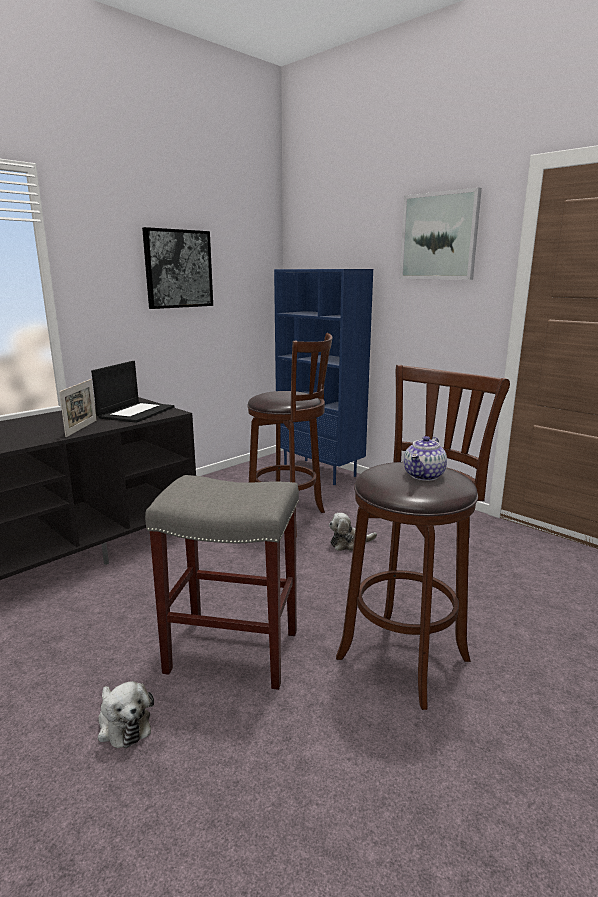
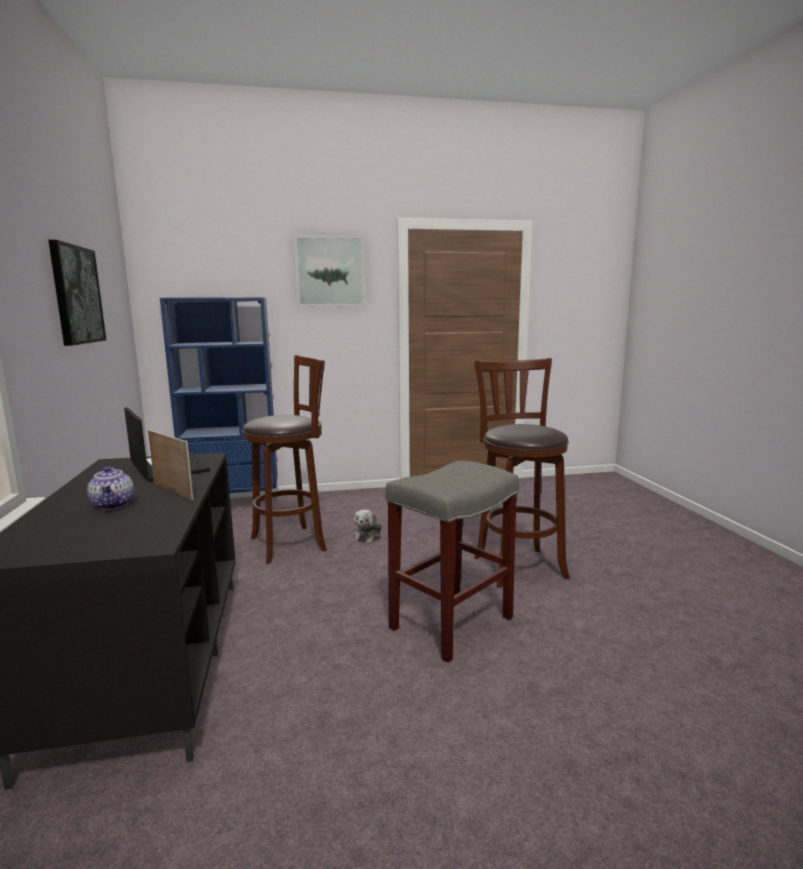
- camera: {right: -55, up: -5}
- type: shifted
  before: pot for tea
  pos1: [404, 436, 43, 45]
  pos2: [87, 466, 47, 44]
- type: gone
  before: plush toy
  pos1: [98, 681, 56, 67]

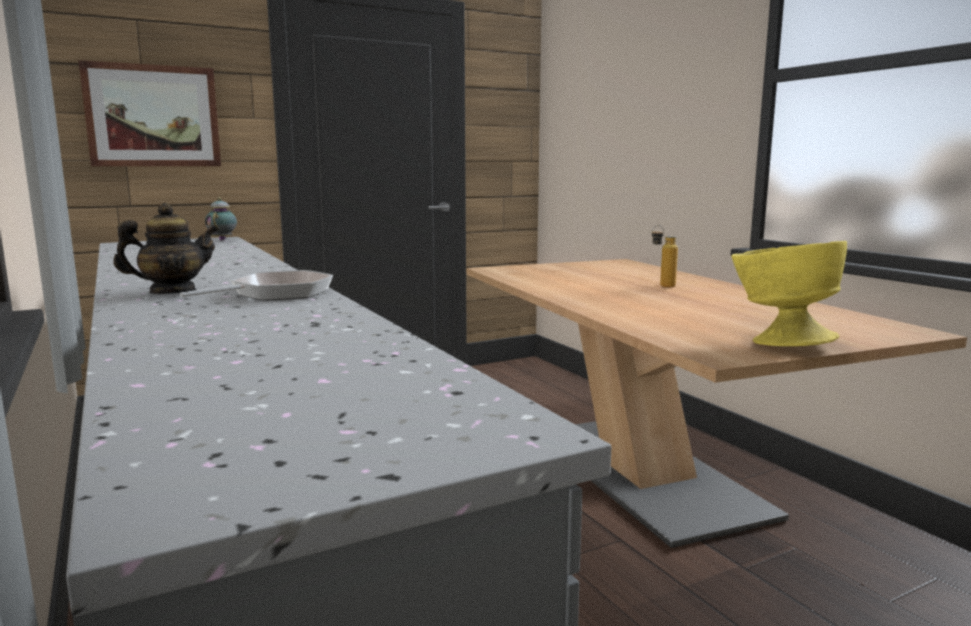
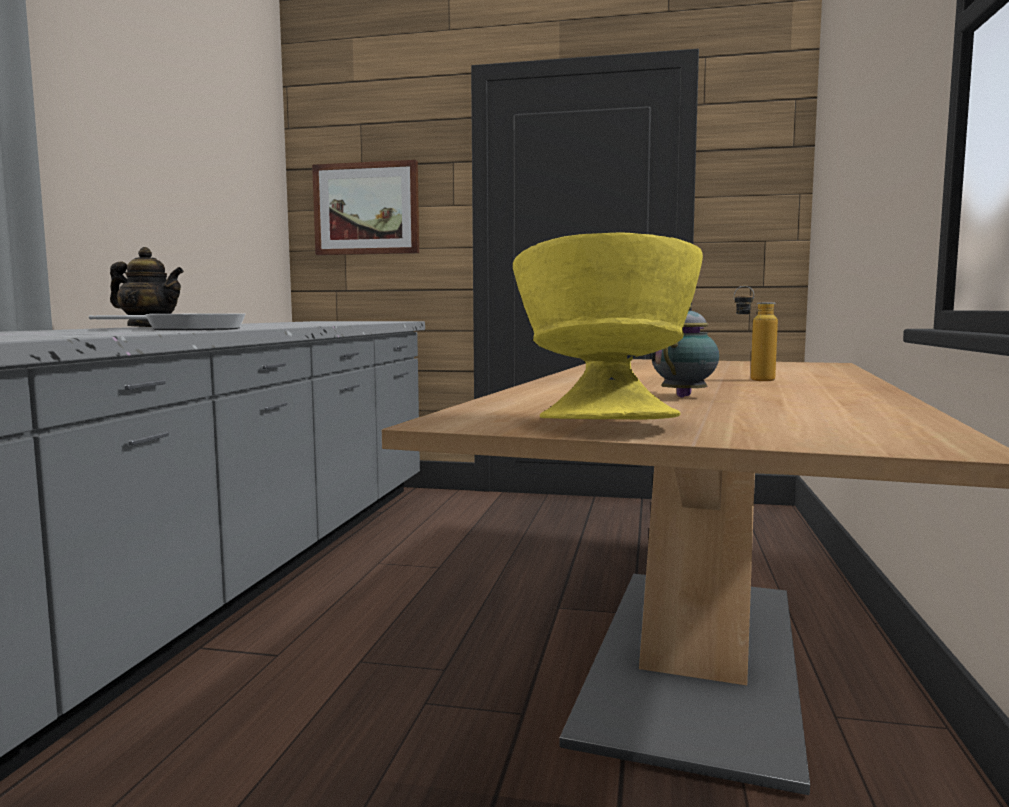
- camera: {right: 40, up: -5}
- type: shifted
  before: pot for tea
  pos1: [205, 198, 32, 43]
  pos2: [651, 305, 68, 93]

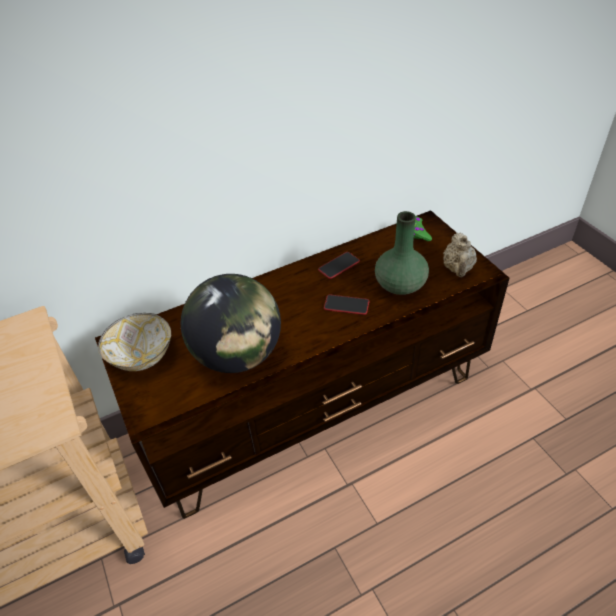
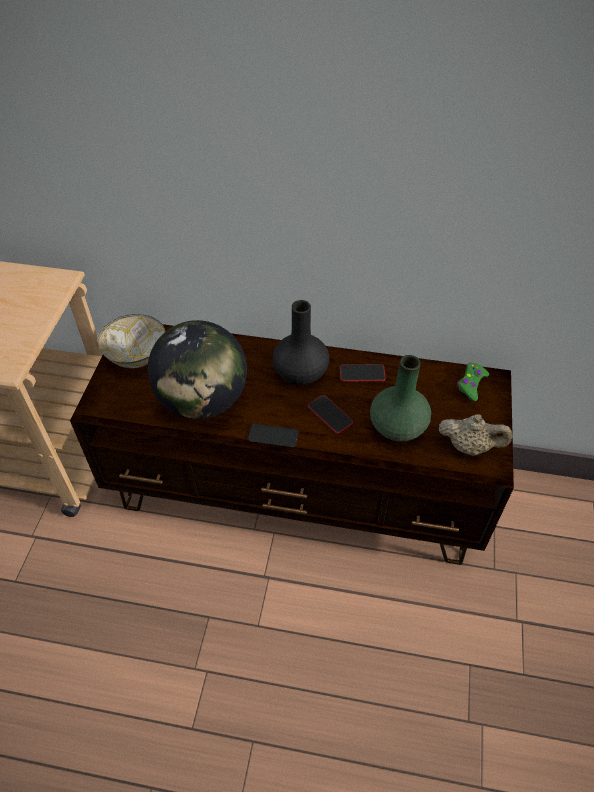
- camera: {right: 35, up: 5}
- type: rotated
  before: sand-coloured pot for tea
  pos1: [443, 233, 34, 44]
  pos2: [439, 414, 73, 42]
  turn: -120
- type: new
  after: black-coloured vase
  pos2: [273, 300, 56, 84]
- type: new
  after: handset
  pos2: [248, 424, 51, 24]

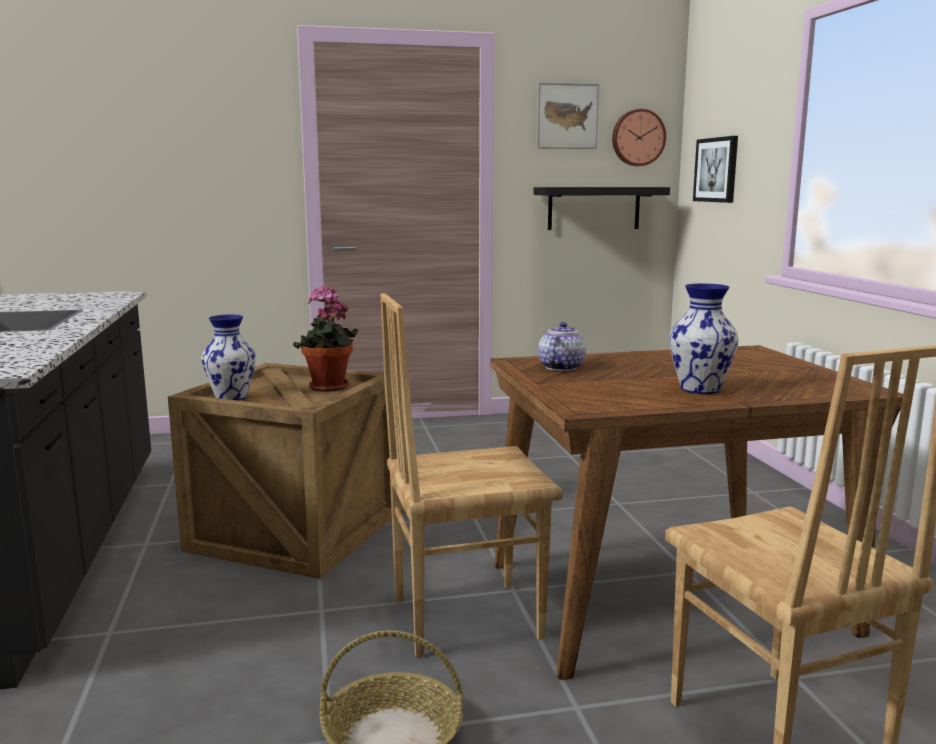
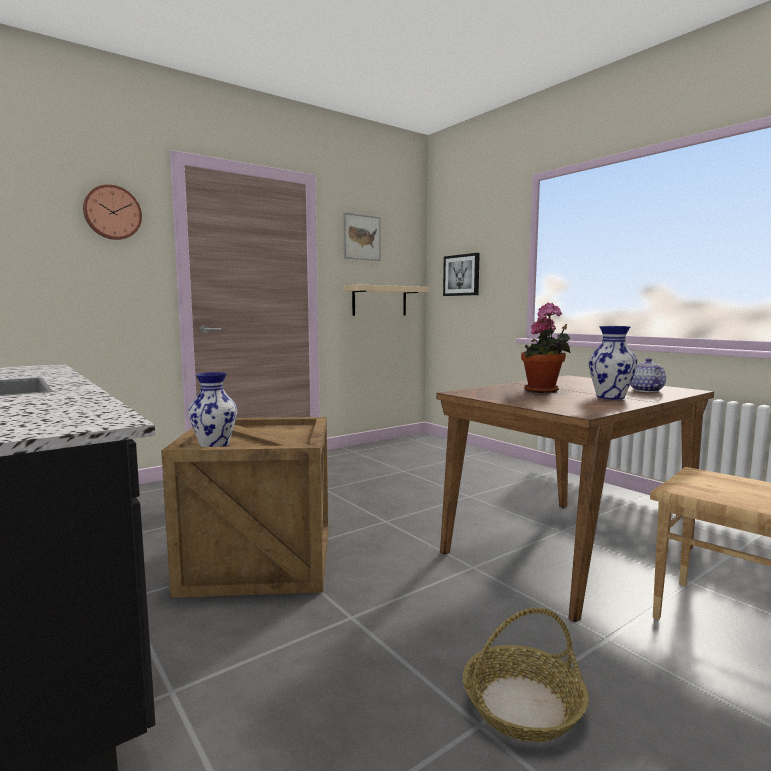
- camera: {right: -25, up: -5}
- type: shifted
  before: hanging clock
  pos1: [612, 109, 54, 57]
  pos2: [83, 184, 59, 56]
- type: repainted
  before: black-coloured wall shelf
  after: sand-coloured wall shelf
  pos1: [534, 187, 136, 43]
  pos2: [343, 285, 86, 31]
- type: shifted
  before: houseplant
  pos1: [293, 285, 65, 107]
  pos2: [521, 303, 49, 90]
- type: gone
  before: brown chair
  pos1: [380, 293, 183, 365]
- type: shifted
  before: pot for tea
  pos1: [538, 322, 48, 49]
  pos2: [630, 358, 36, 34]

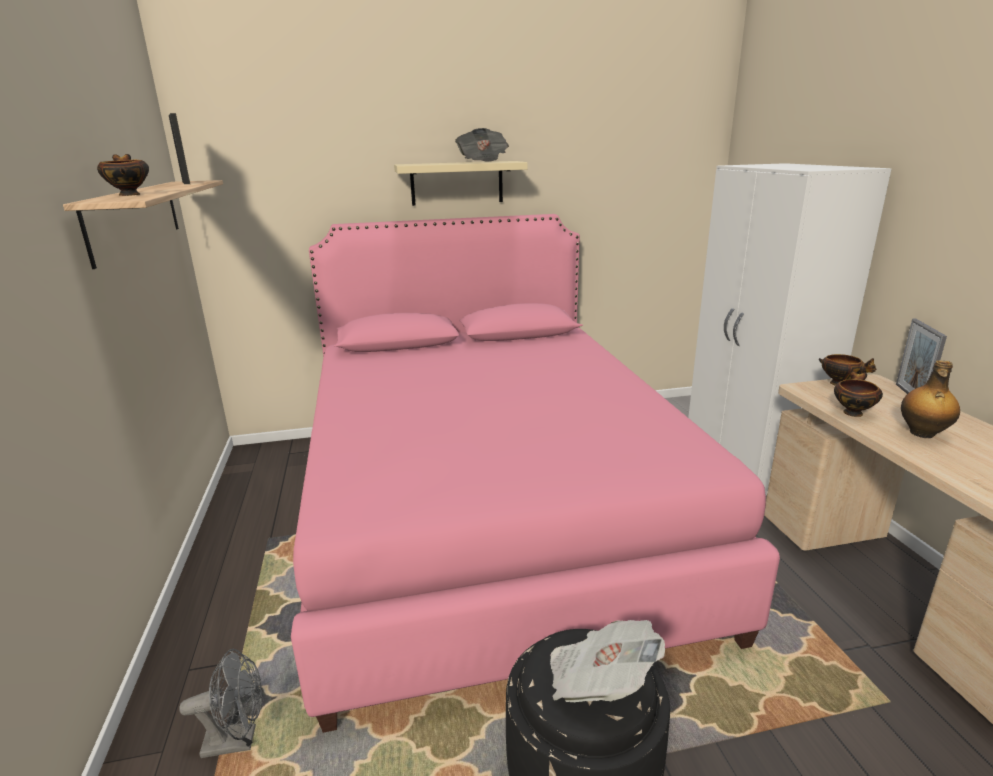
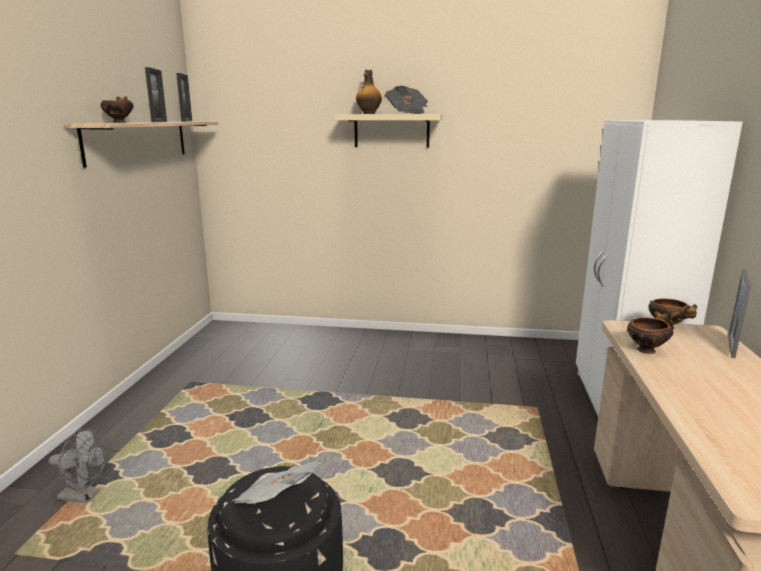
- camera: {right: 20, up: -5}
- type: gone
  before: pink bedroom bed
  pos1: [291, 214, 489, 519]
- type: shifted
  before: drink bottle
  pos1: [901, 360, 59, 78]
  pos2: [356, 70, 26, 44]
- type: new
  after: standing frame
  pos2: [145, 67, 22, 55]

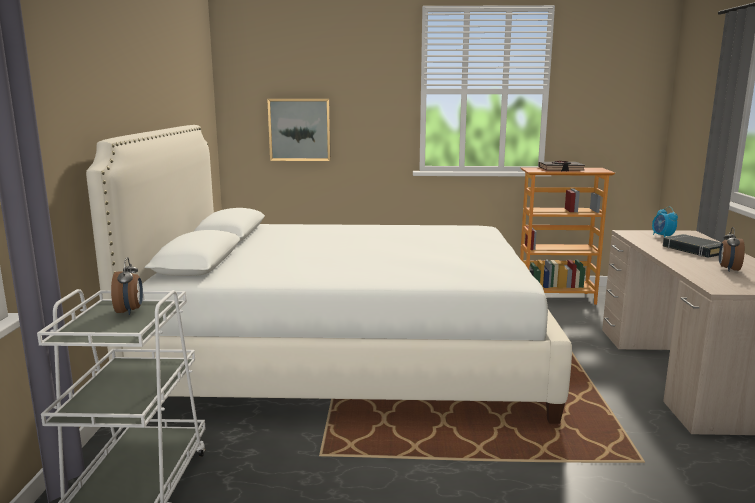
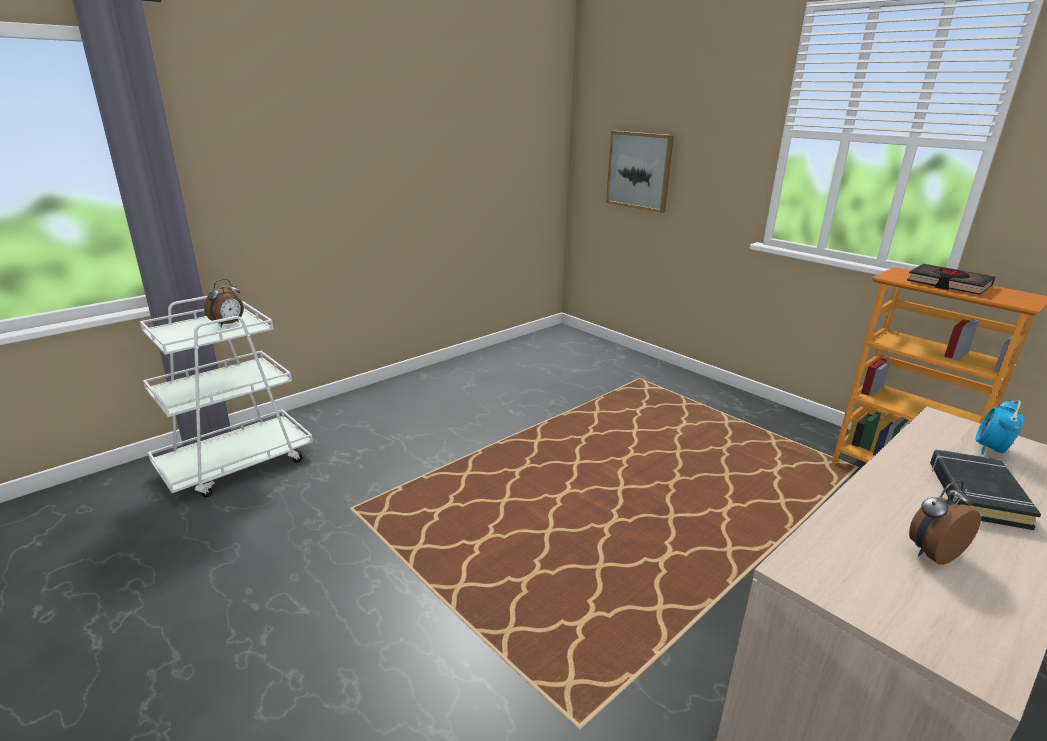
- camera: {right: 45, up: 10}
- type: gone
  before: white-coloured bedroom bed
  pos1: [86, 125, 486, 299]

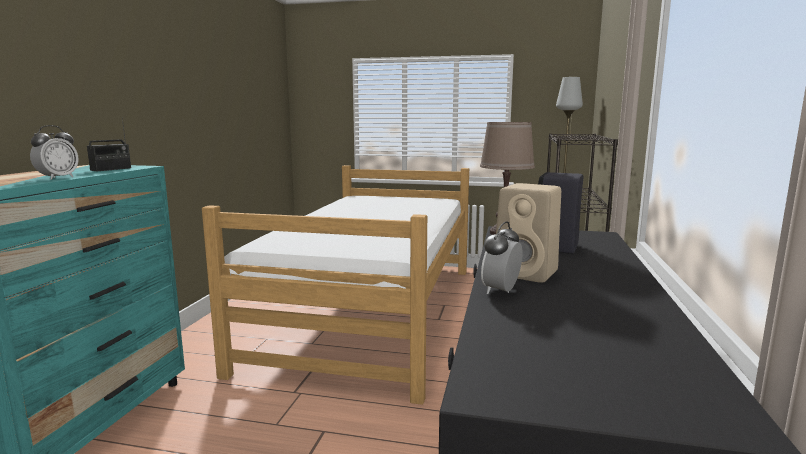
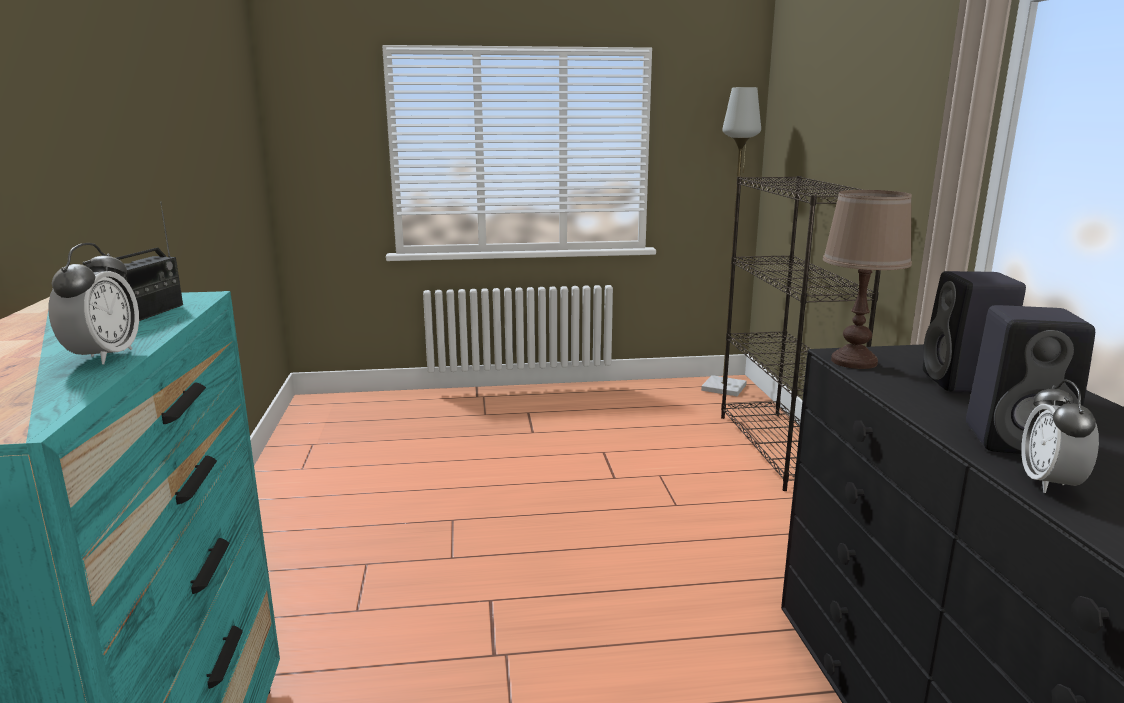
- camera: {right: -20, up: 5}
- type: gone
  before: bedroom bed
  pos1: [202, 165, 267, 240]
- type: repainted
  before: sand-coloured loudspeaker
  after: black-coloured loudspeaker
  pos1: [496, 183, 65, 100]
  pos2: [966, 305, 129, 149]

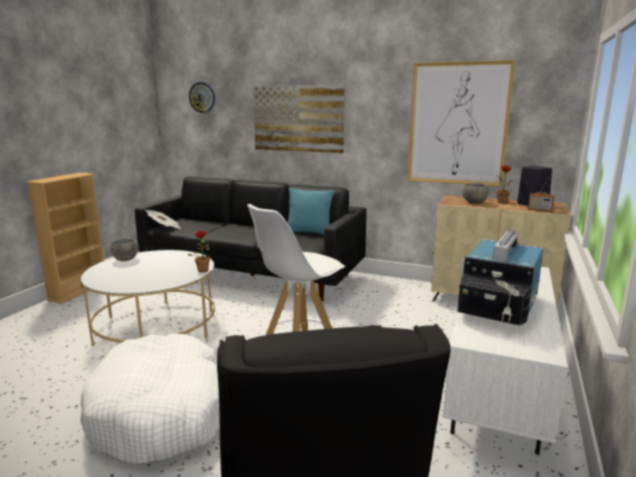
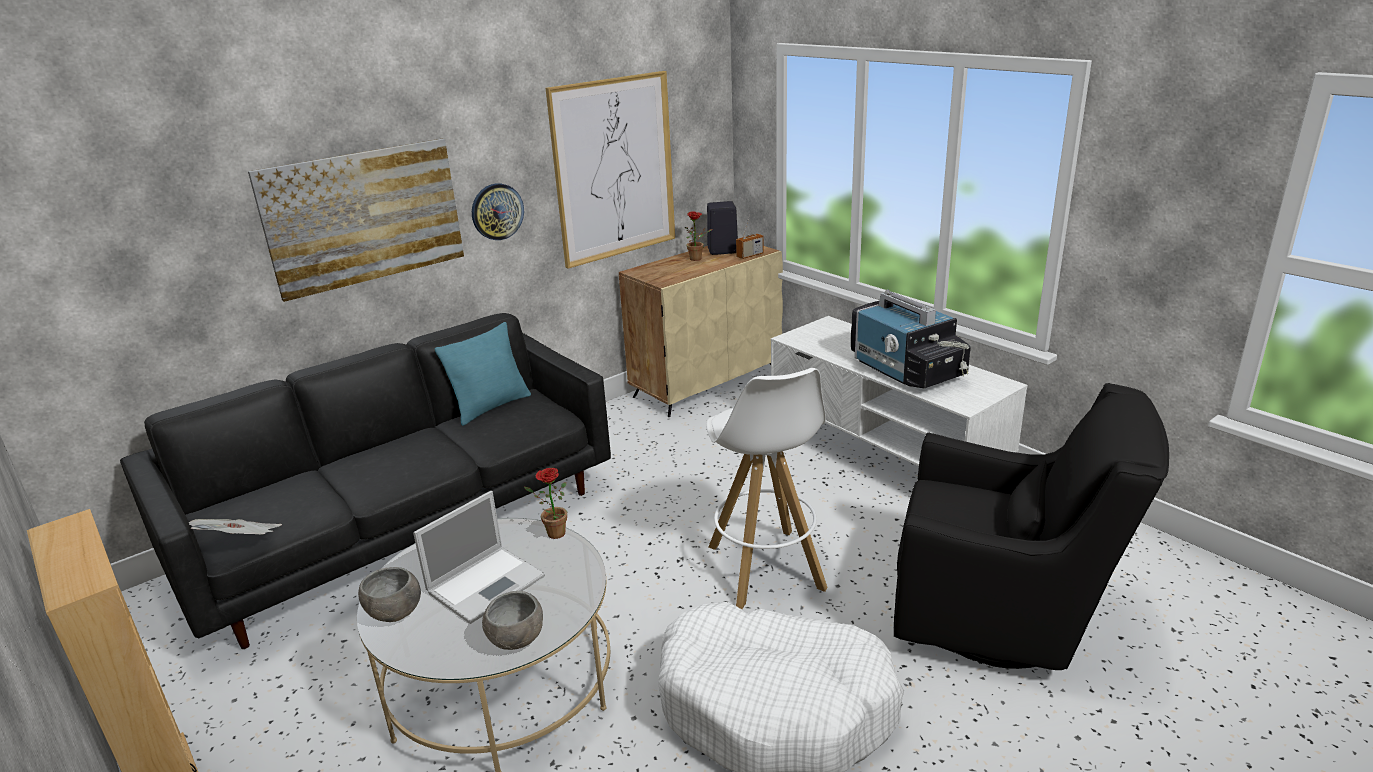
- camera: {right: -60, up: 10}
- type: shifted
  before: hanging clock
  pos1: [189, 82, 26, 31]
  pos2: [472, 183, 52, 57]
- type: shifted
  before: grey deep dish
  pos1: [462, 183, 27, 21]
  pos2: [482, 591, 61, 59]
- type: new
  after: notebook computer
  pos2: [413, 491, 132, 133]

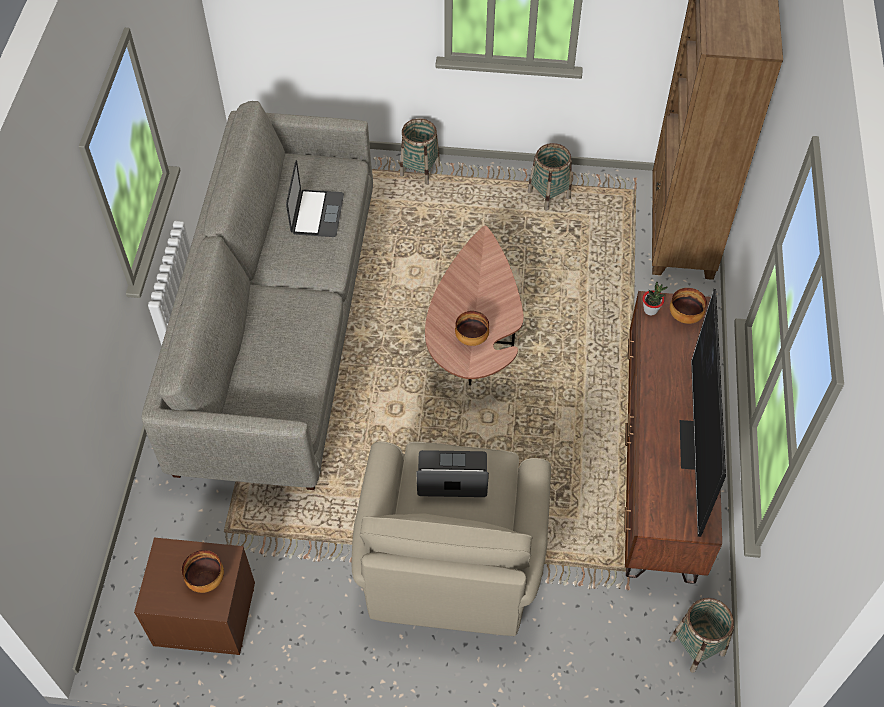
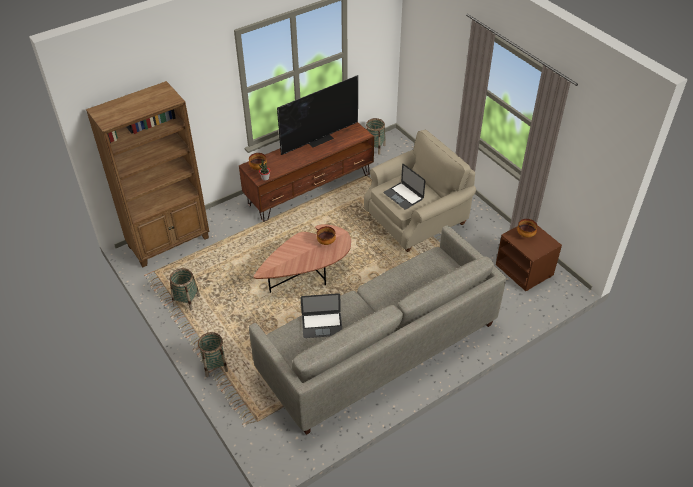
- camera: {right: -130, up: -10}
- type: rotated
  before: notebook computer
  pos1: [286, 160, 58, 77]
  pos2: [301, 293, 41, 45]
  turn: -150

